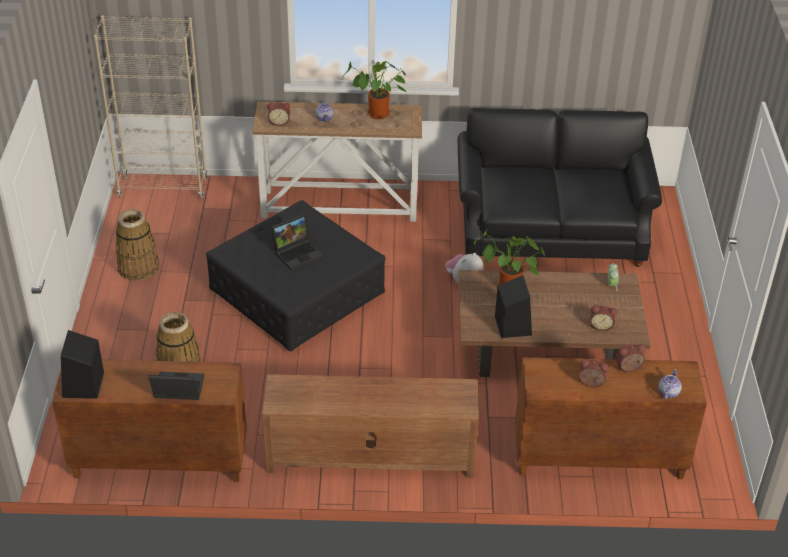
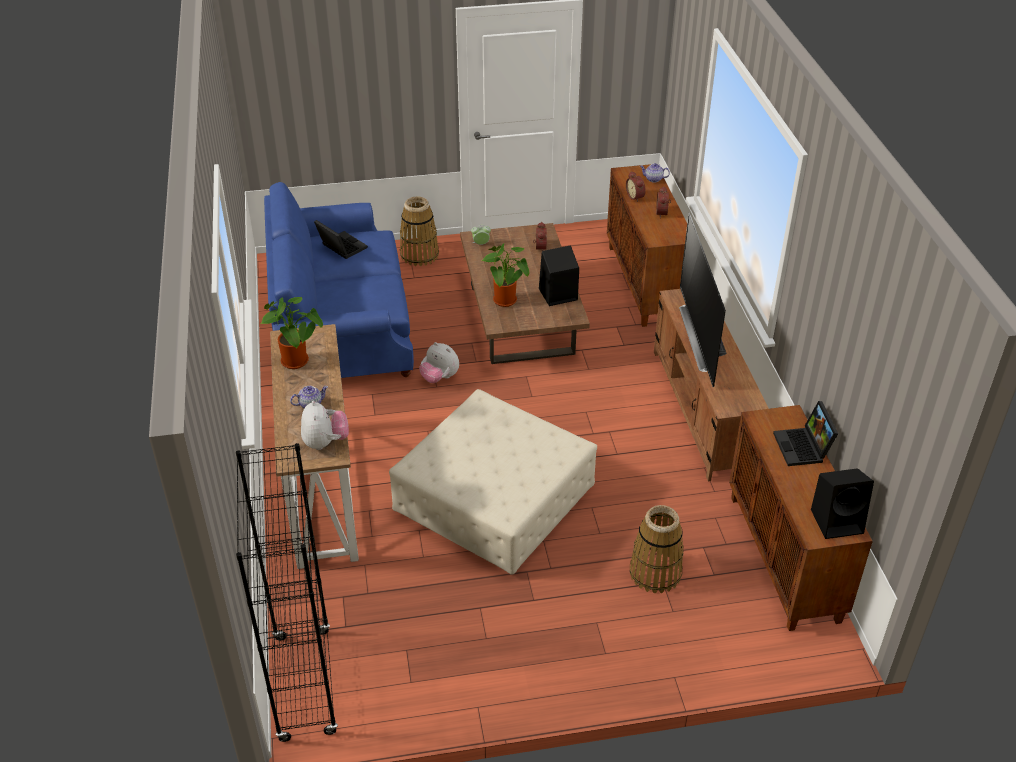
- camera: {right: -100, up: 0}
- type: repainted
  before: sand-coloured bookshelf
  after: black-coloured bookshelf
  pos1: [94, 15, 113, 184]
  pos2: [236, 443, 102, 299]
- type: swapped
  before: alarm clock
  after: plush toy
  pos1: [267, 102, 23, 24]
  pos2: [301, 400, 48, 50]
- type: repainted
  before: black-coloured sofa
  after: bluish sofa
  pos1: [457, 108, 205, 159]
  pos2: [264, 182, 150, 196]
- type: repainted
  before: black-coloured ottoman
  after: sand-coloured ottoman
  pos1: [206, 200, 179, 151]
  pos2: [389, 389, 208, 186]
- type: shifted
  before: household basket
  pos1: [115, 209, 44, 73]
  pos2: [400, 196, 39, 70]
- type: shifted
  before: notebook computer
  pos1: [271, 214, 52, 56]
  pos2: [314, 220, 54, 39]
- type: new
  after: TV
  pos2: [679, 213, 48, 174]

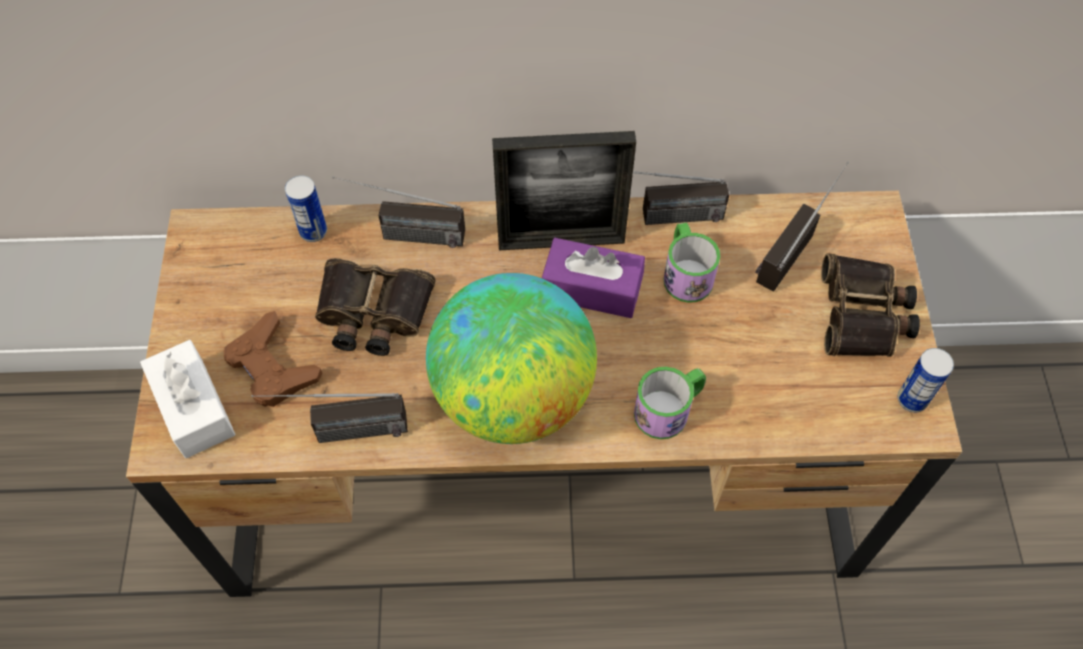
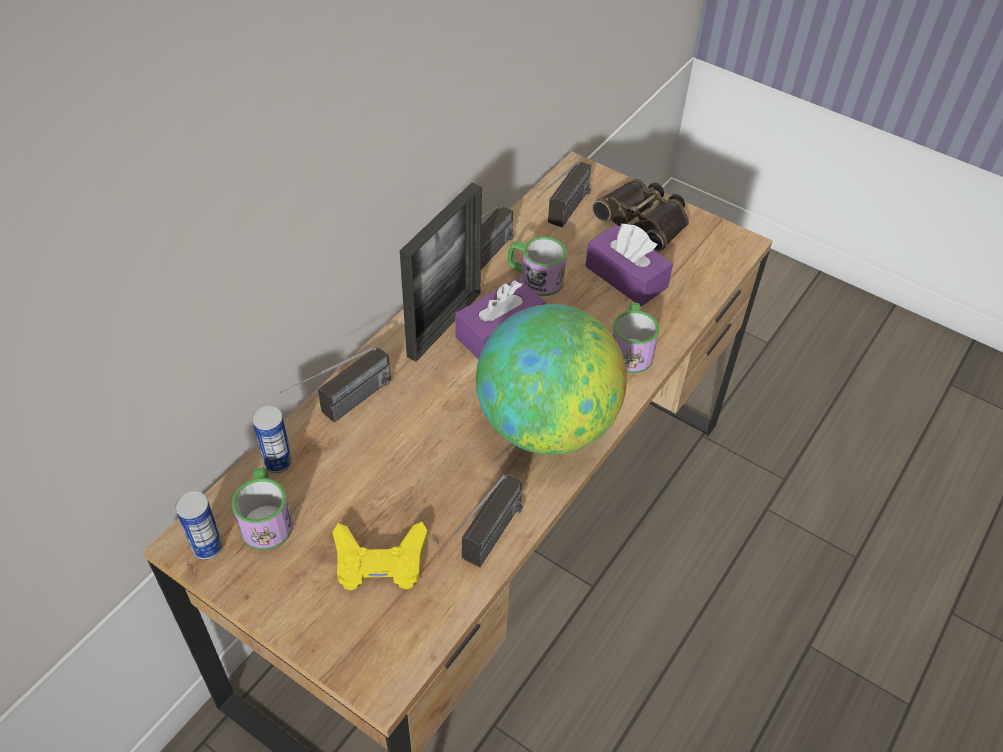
- camera: {right: -55, up: -10}
- type: rotated
  before: radio receiver
  pos1: [755, 162, 94, 129]
  pos2: [536, 161, 55, 66]
  turn: -135
- type: gone
  before: binoculars
  pos1: [315, 258, 121, 98]
- type: repainted
  before: brown game controller
  after: yellow-coloured game controller
  pos1: [223, 311, 100, 96]
  pos2: [333, 522, 95, 69]
- type: gone
  before: white-coloured tissue holder
  pos1: [140, 340, 96, 119]
- type: shifted
  before: sealed can
  pos1: [898, 348, 56, 64]
  pos2: [175, 492, 48, 68]
- type: new
  after: purple tissue holder
  pos2: [585, 223, 88, 83]
- type: new
  after: tea mug
  pos2: [232, 467, 61, 83]

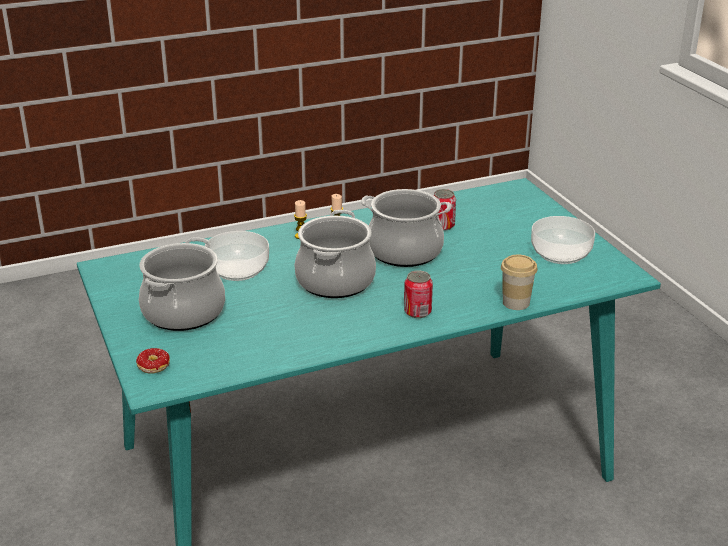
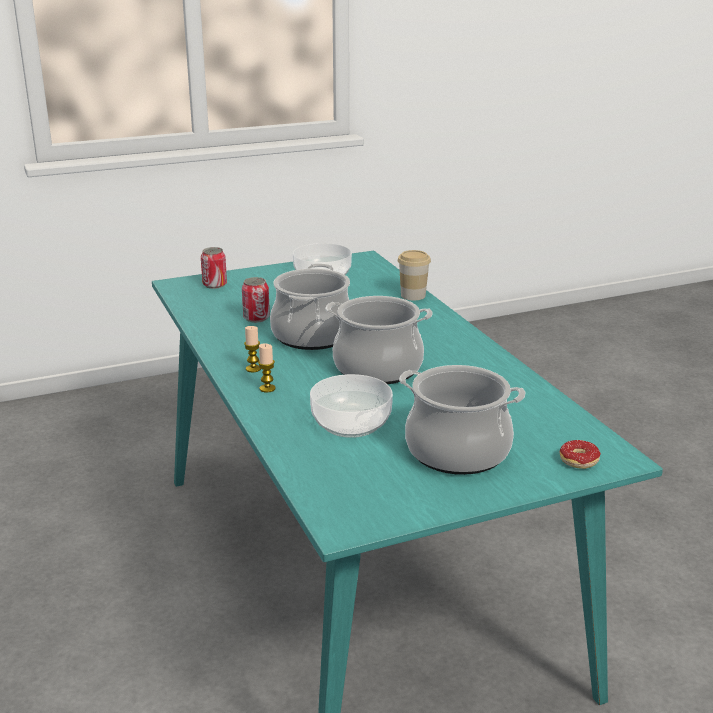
- camera: {right: -90, up: -5}
- type: shifted
  before: sealed can
  pos1: [404, 271, 29, 47]
  pos2: [201, 247, 26, 42]

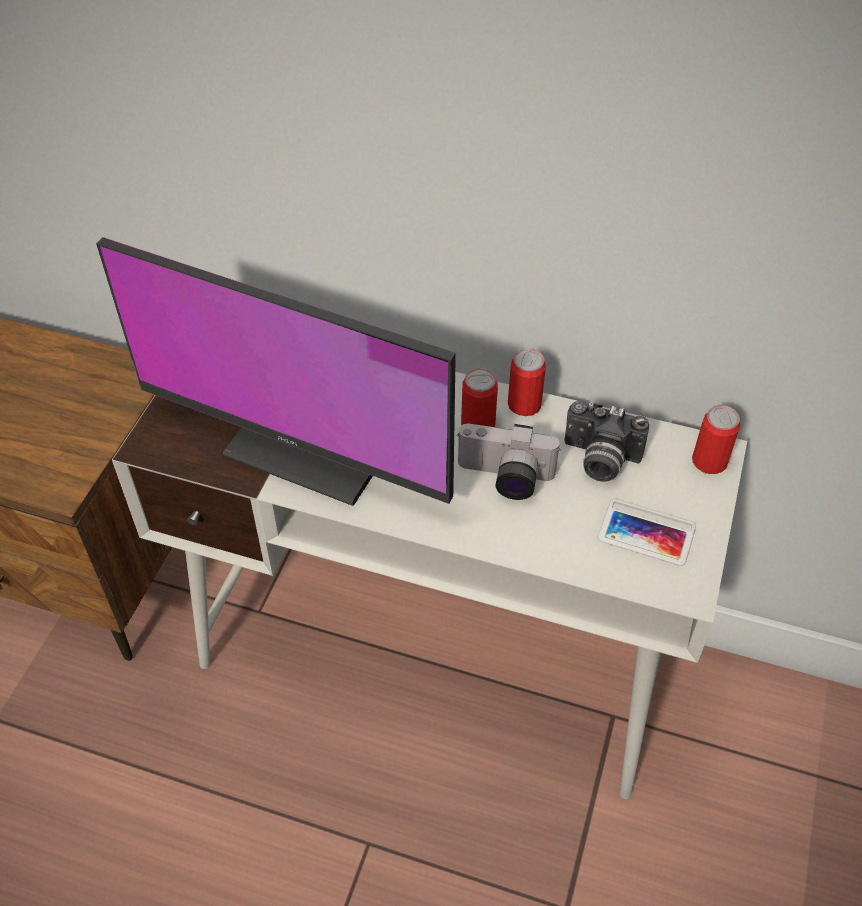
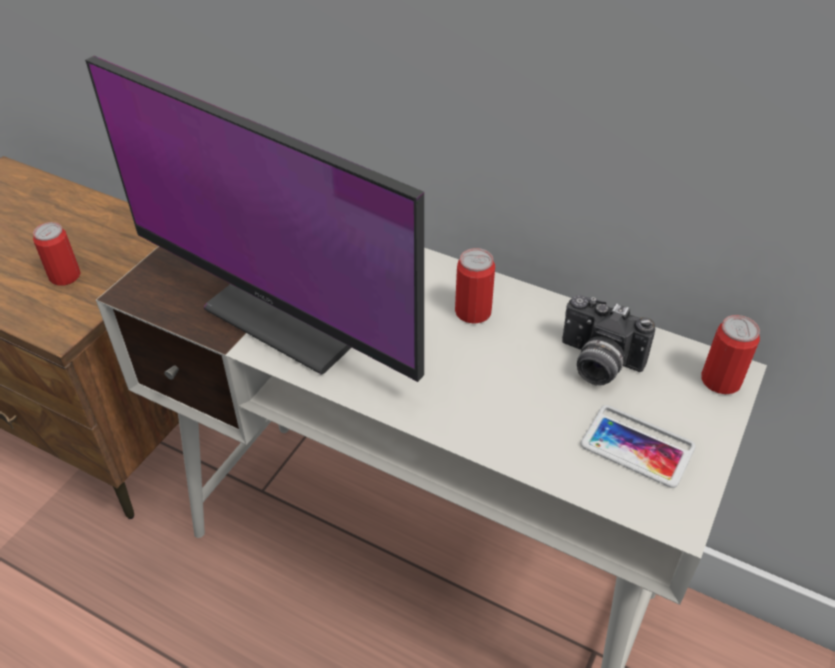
- camera: {right: 10, up: -5}
- type: shifted
  before: sealed can
  pos1: [508, 348, 38, 68]
  pos2: [33, 222, 48, 64]
- type: gone
  before: still camera
  pos1: [456, 424, 105, 76]

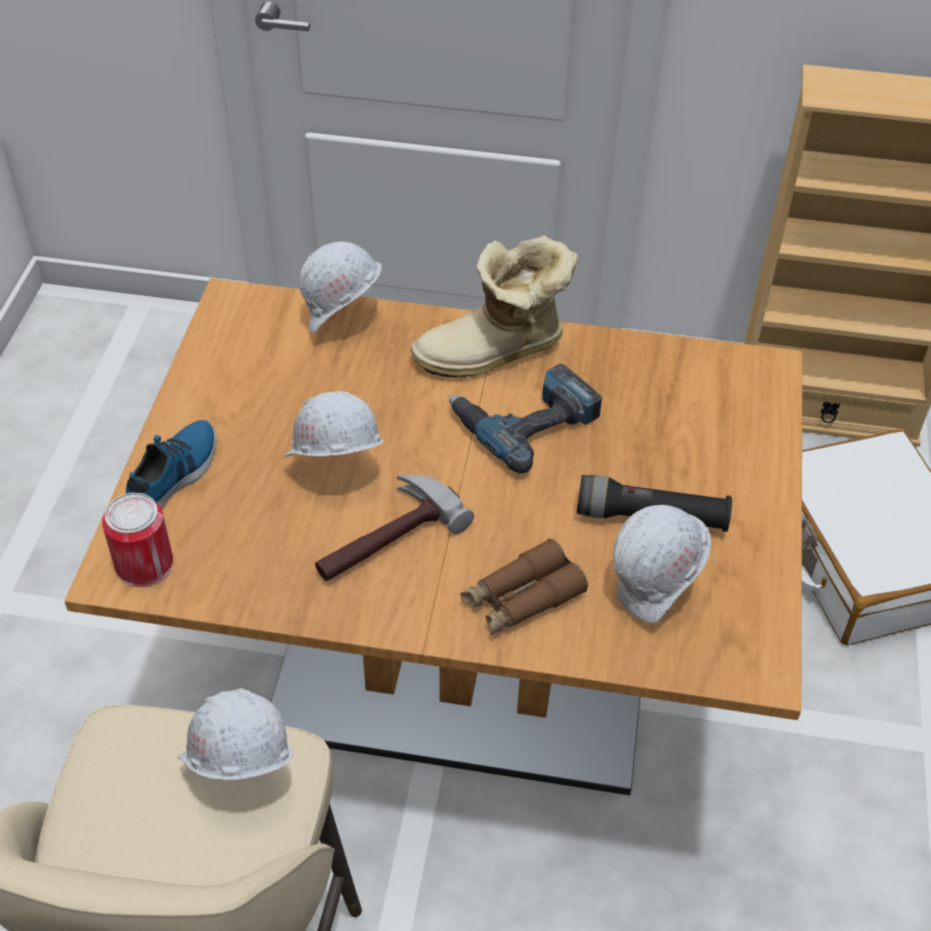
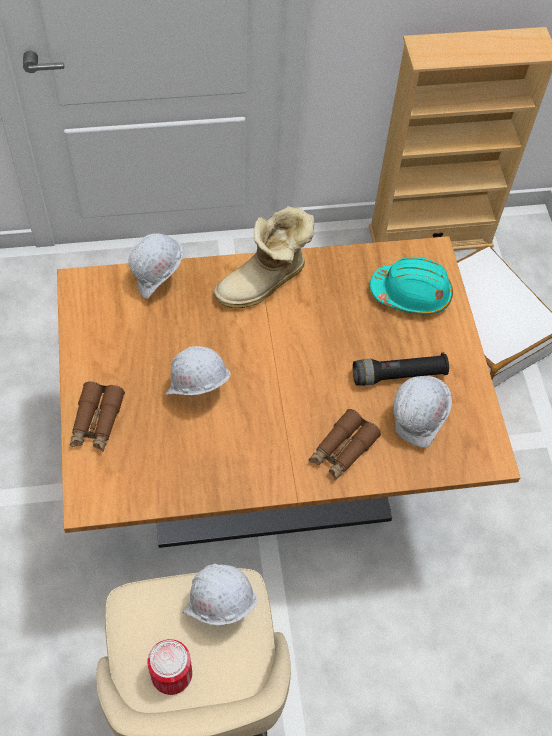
- camera: {right: -20, up: 10}
- type: gone
  before: power drill
  pos1: [449, 364, 153, 109]
- type: swapped
  before: shoe
  after: brown binoculars
  pos1: [126, 420, 90, 89]
  pos2: [70, 381, 55, 71]
- type: gone
  before: hammer
  pos1: [315, 475, 159, 106]
- type: shifted
  before: sealed can
  pos1: [102, 493, 71, 94]
  pos2: [147, 639, 45, 56]
- type: new
  after: turquoise-coloured safety helmet
  pos2: [370, 257, 83, 58]

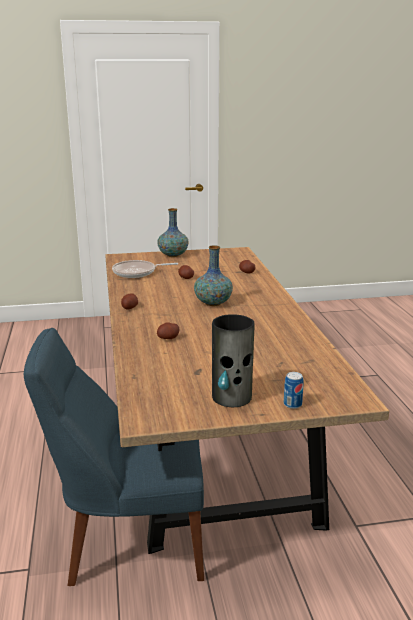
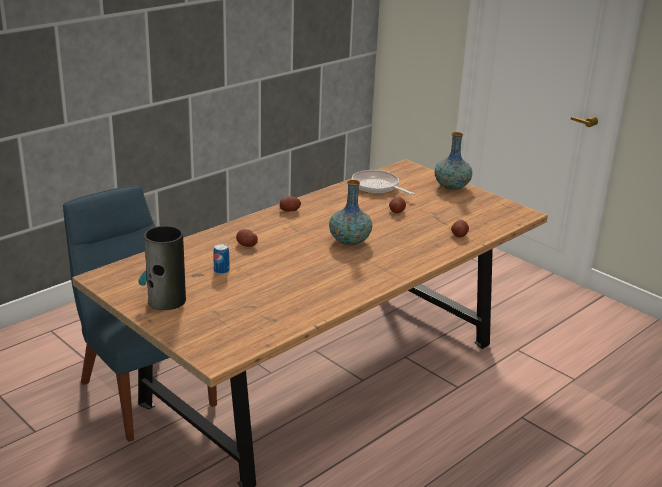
- camera: {right: 55, up: 5}
- type: shifted
  before: sealed can
  pos1: [284, 372, 20, 37]
  pos2: [213, 244, 17, 31]

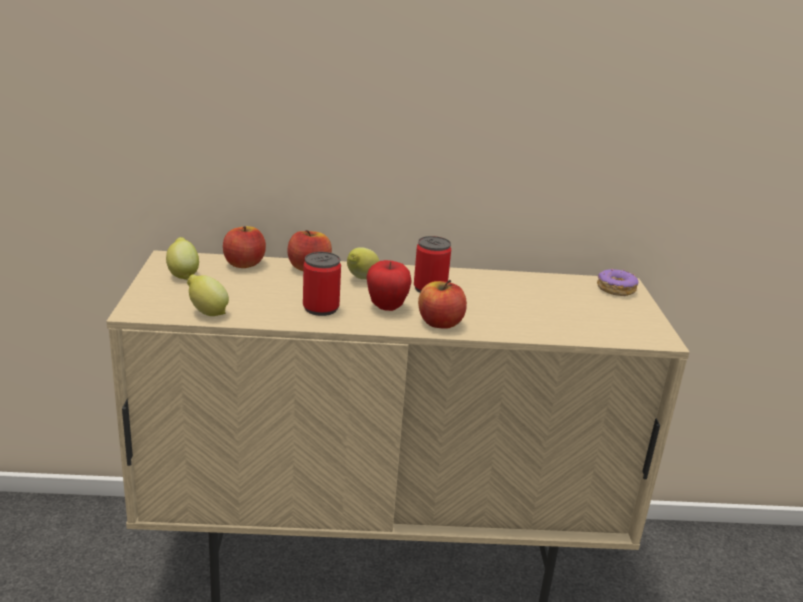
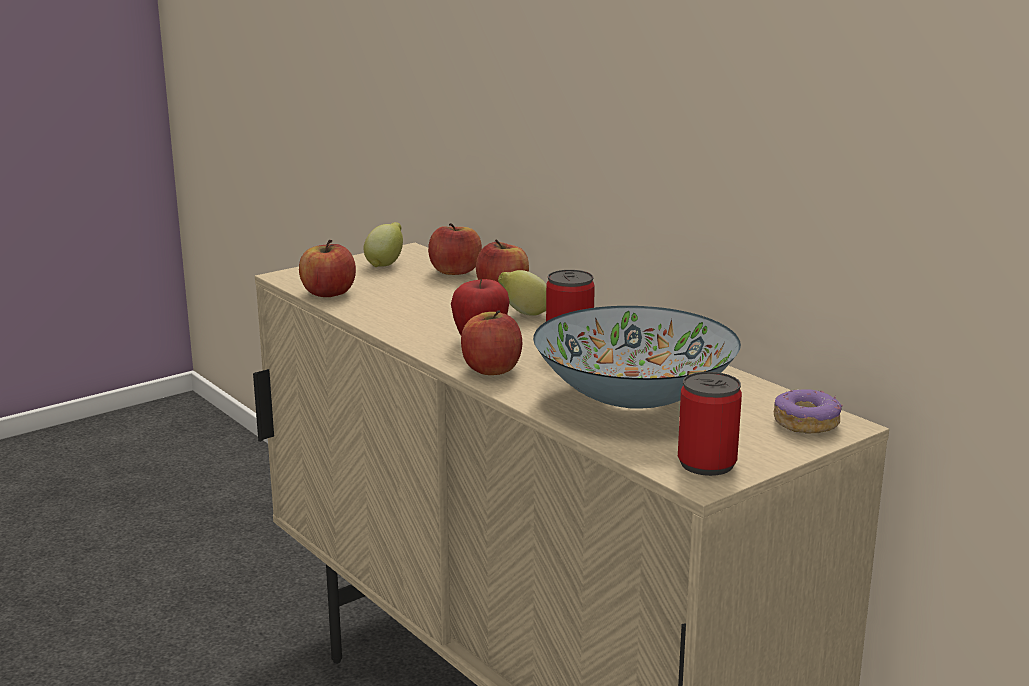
- camera: {right: 55, up: -5}
- type: shifted
  before: sealed can
  pos1: [303, 252, 38, 64]
  pos2: [678, 372, 64, 104]
- type: swapped
  before: lemon
  after: apple
  pos1: [187, 275, 42, 41]
  pos2: [299, 240, 57, 57]
- type: new
  after: deep dish
  pos2: [533, 306, 208, 103]

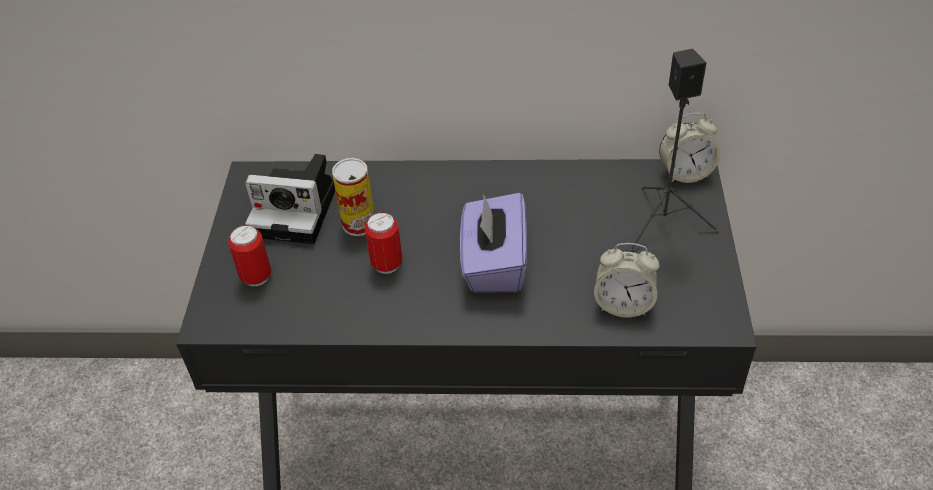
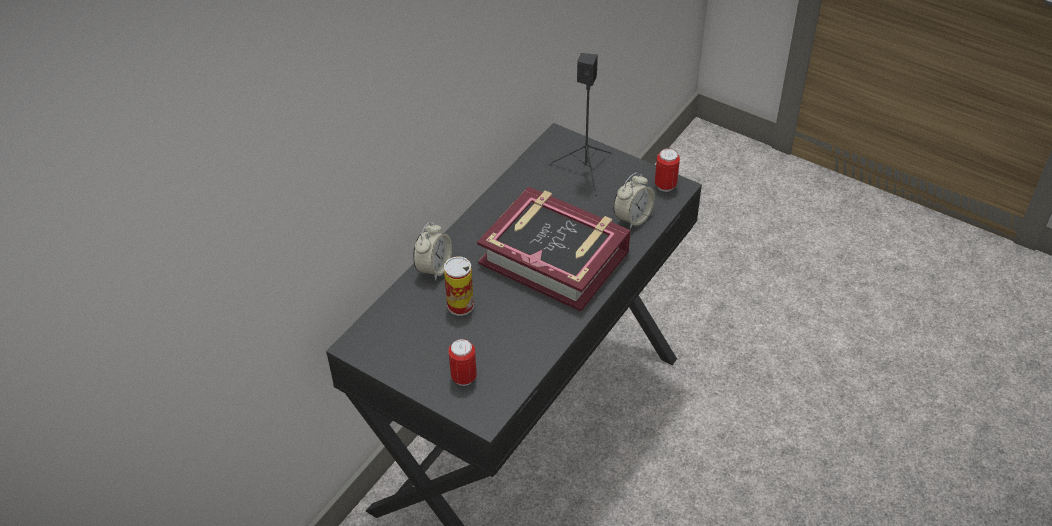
- camera: {right: -60, up: 0}
- type: shifted
  before: alarm clock
  pos1: [659, 113, 61, 70]
  pos2: [413, 222, 39, 59]
- type: gone
  before: still camera
  pos1: [245, 154, 90, 90]
- type: swapped
  before: purple tissue holder
  after: book
  pos1: [460, 193, 67, 100]
  pos2: [477, 187, 153, 124]
- type: shifted
  before: sealed can
  pos1: [365, 212, 38, 62]
  pos2: [655, 148, 25, 44]

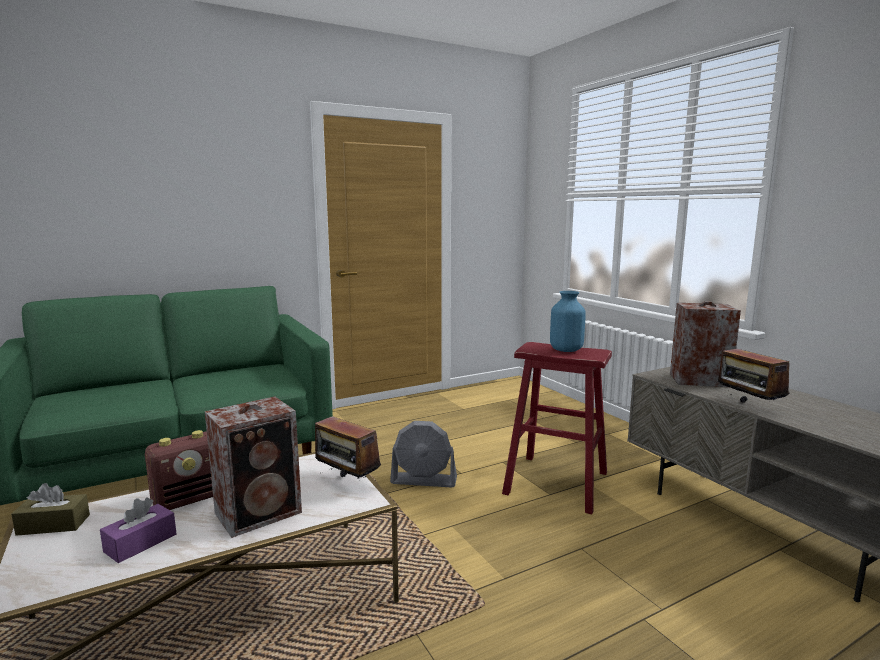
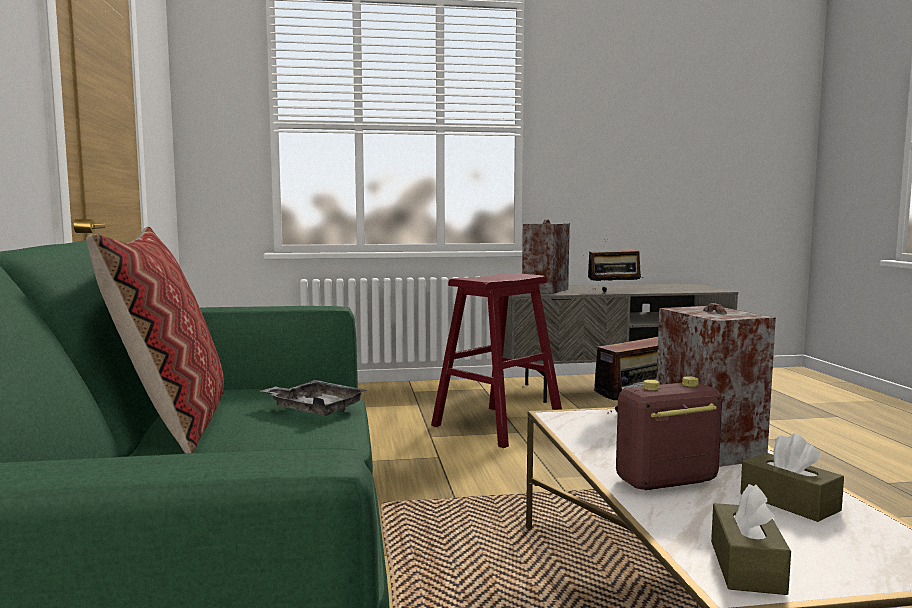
- camera: {right: -70, up: -5}
- type: gone
  before: bluish vase
  pos1: [550, 291, 36, 61]
- type: gone
  before: grey fan
  pos1: [390, 421, 67, 67]
- type: rotated
  before: radio receiver
  pos1: [145, 430, 68, 80]
  pos2: [616, 376, 106, 114]
  turn: -90
- type: repainted
  before: purple tissue holder
  after: brown tissue holder
  pos1: [100, 498, 77, 65]
  pos2: [740, 433, 104, 89]
- type: new
  after: throw pillow
  pos2: [86, 227, 138, 227]
- type: new
  after: grey carrying tray
  pos2: [261, 380, 106, 36]

